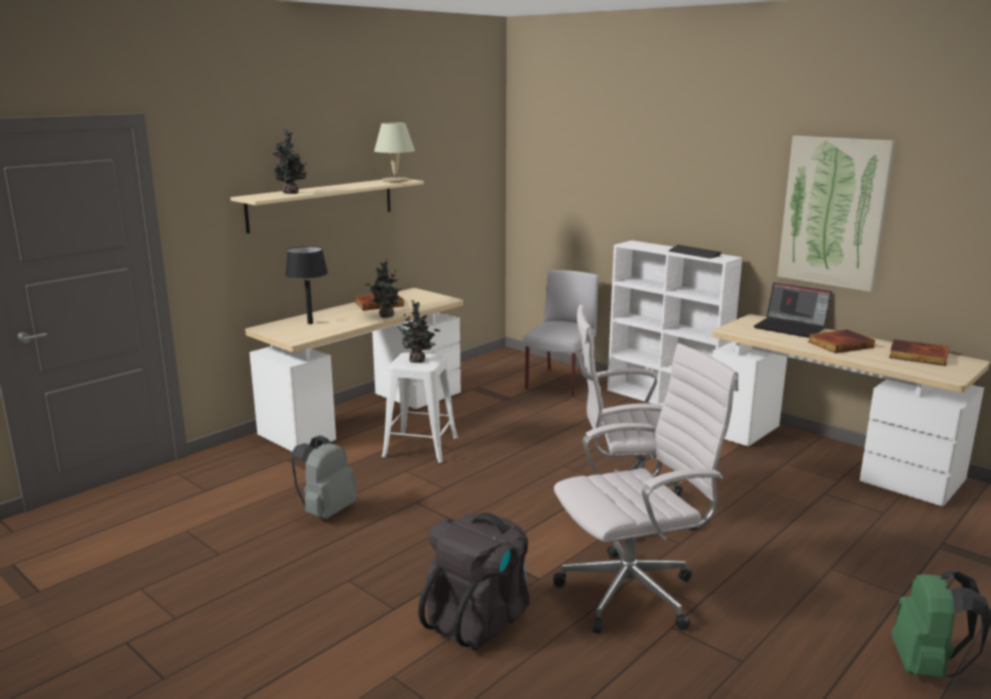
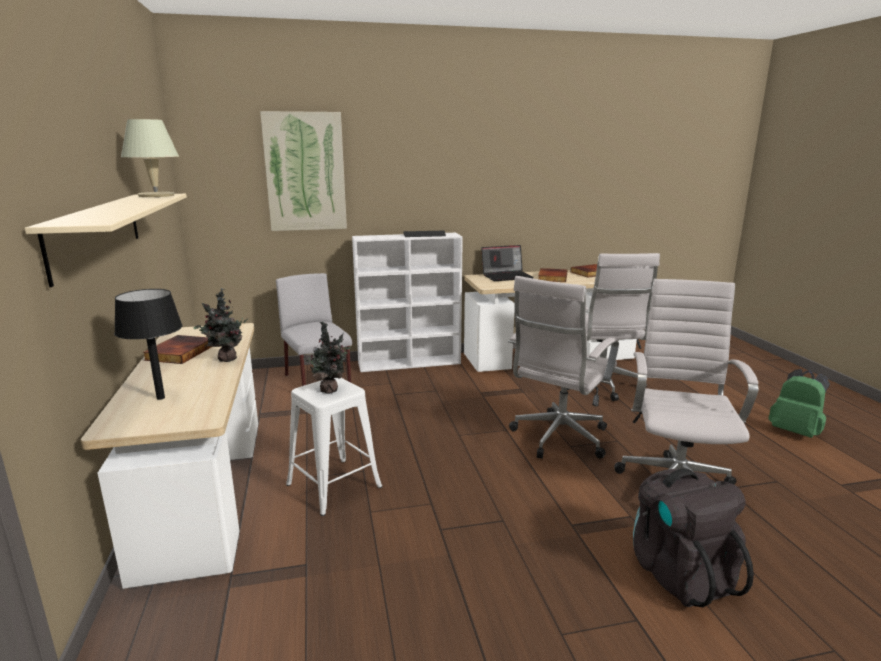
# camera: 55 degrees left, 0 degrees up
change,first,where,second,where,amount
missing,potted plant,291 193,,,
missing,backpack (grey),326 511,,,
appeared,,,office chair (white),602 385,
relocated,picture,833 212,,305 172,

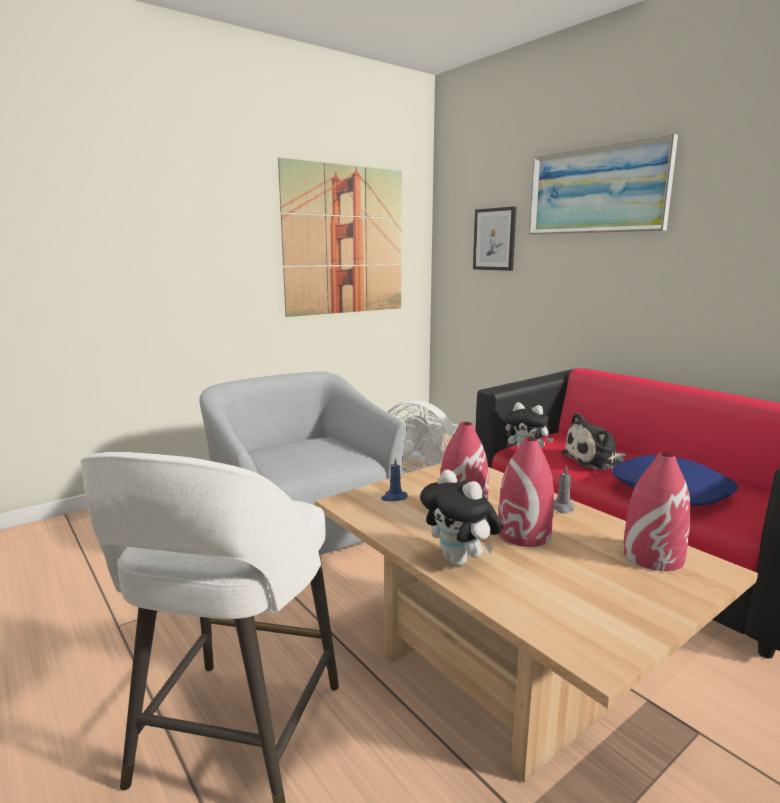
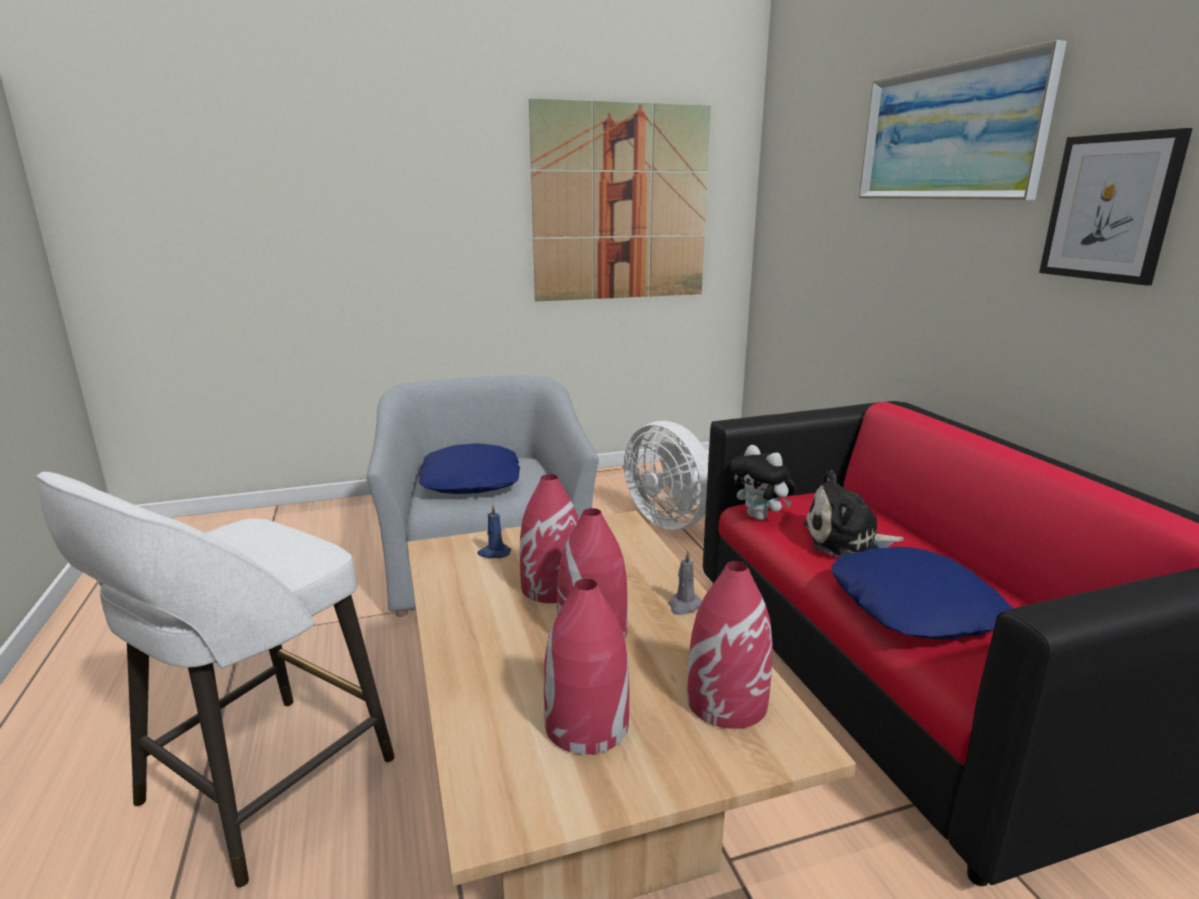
# camera: 20 degrees right, 5 degrees up
change,first,where,second,where,amount
missing,plush toy,460 561,,,
appeared,,,pillow (blue),472 480,
appeared,,,vase (red),586 725,
relocated,picture,494 239,,1110 208,

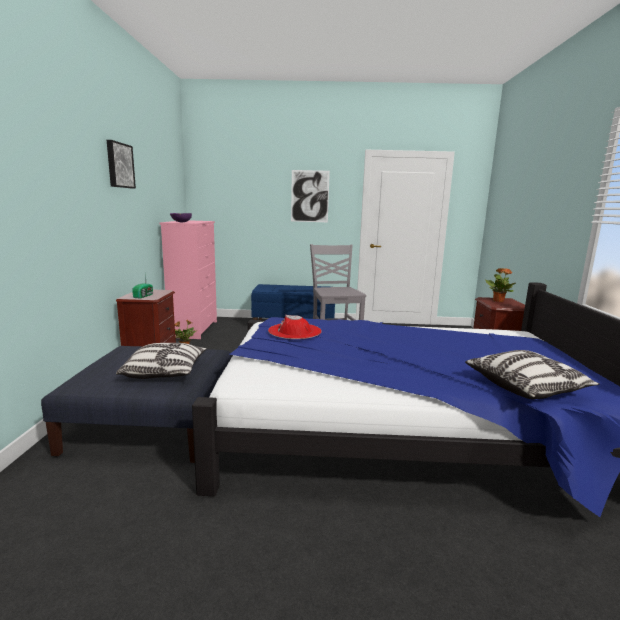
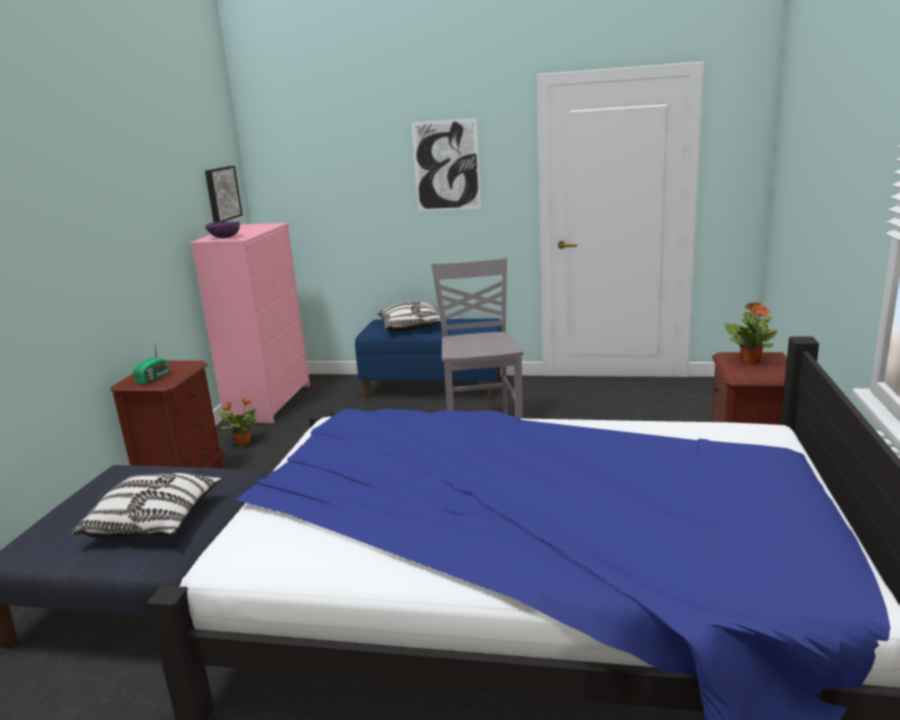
# camera: 10 degrees right, 5 degrees up
change,first,where,second,where,amount
missing,hat (red),294 331,,,
relocated,picture,119 165,,221 194,
relocated,pillow,526 387,,411 327,

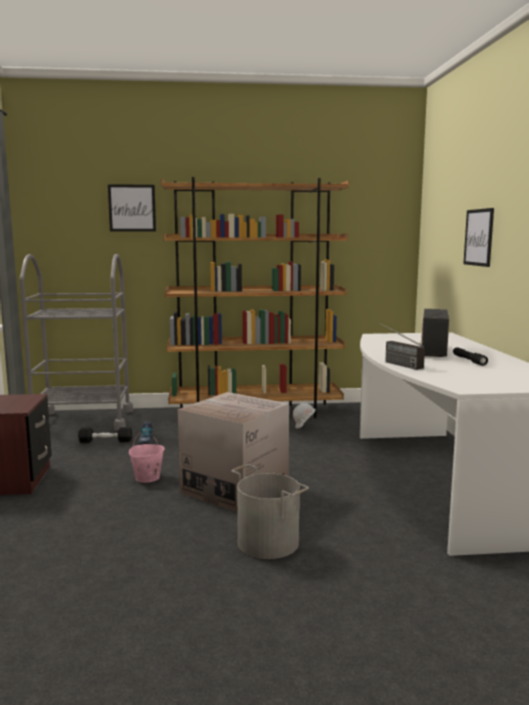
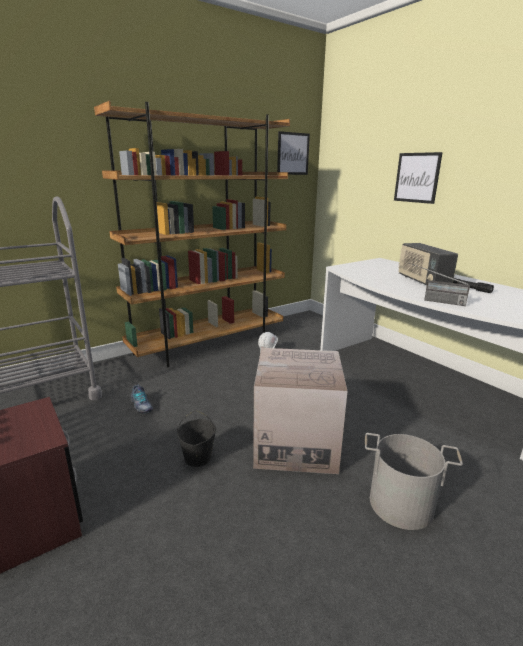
# camera: 30 degrees left, 10 degrees up
change,first,where,second,where,amount
missing,dumbbell (black),105 441,,,
relocated,picture,132 208,,293 153,
colour,bucket (pink),147 478,bucket (black),198 458,

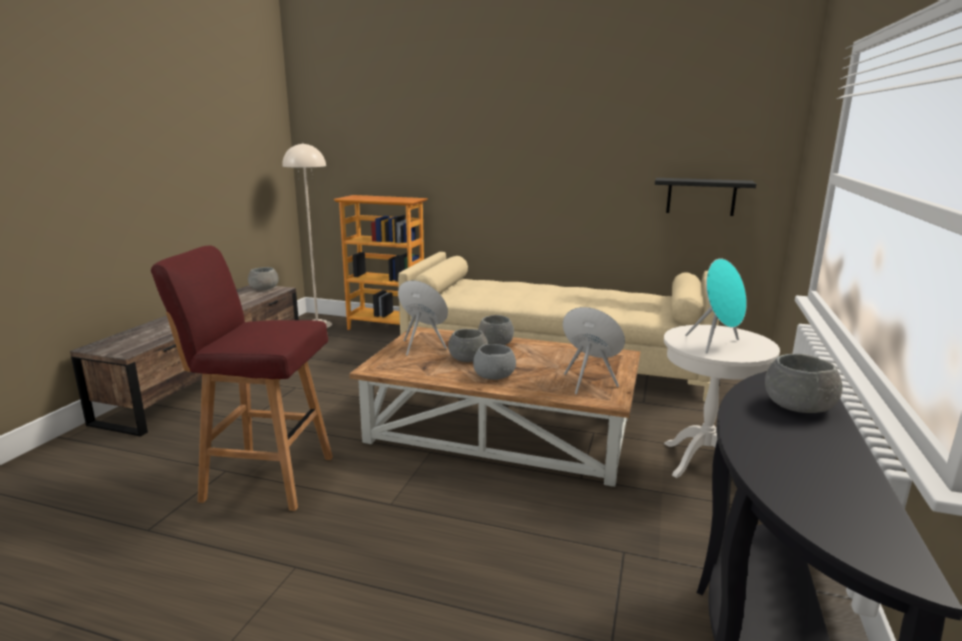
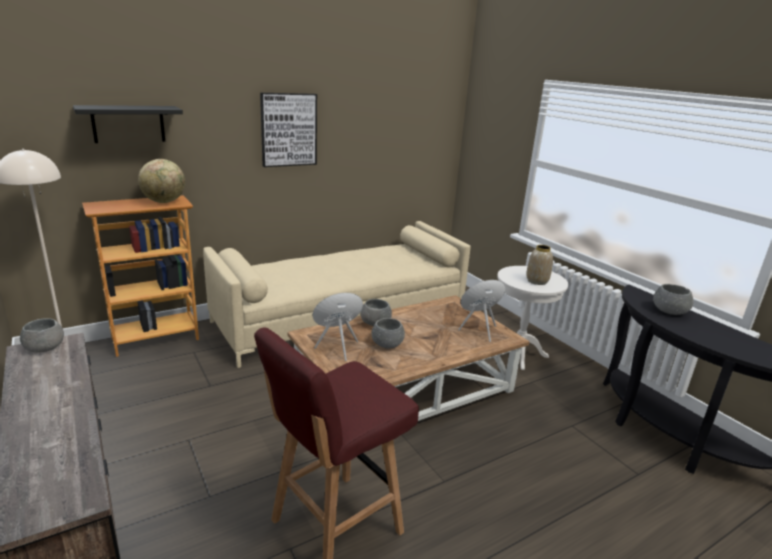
# camera: 50 degrees left, 5 degrees up
change,first,where,second,where,amount
missing,bowl (grey),494 376,,,
appeared,,,globe,164 202,
appeared,,,picture,288 130,
relocated,shelf (black),701 196,,128 124,
exchanged,speaker (turquoise),716 344,vase,536 281,

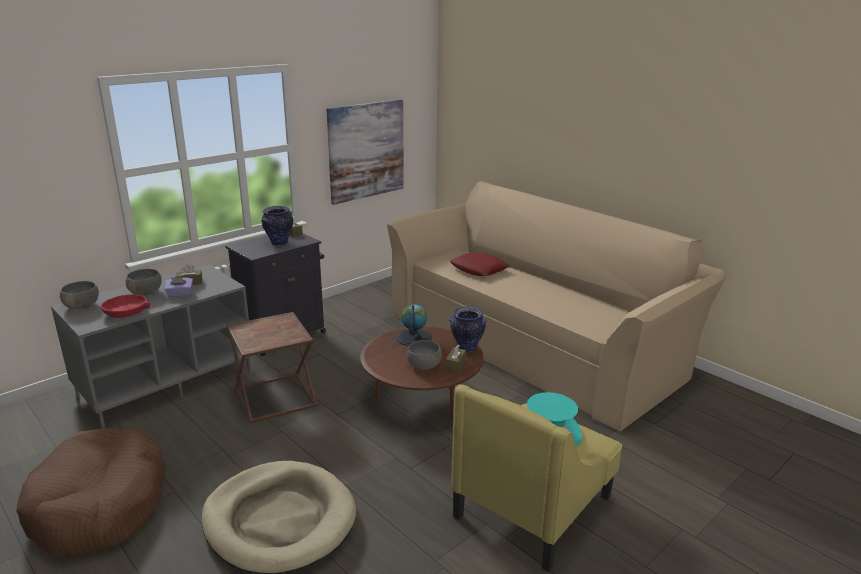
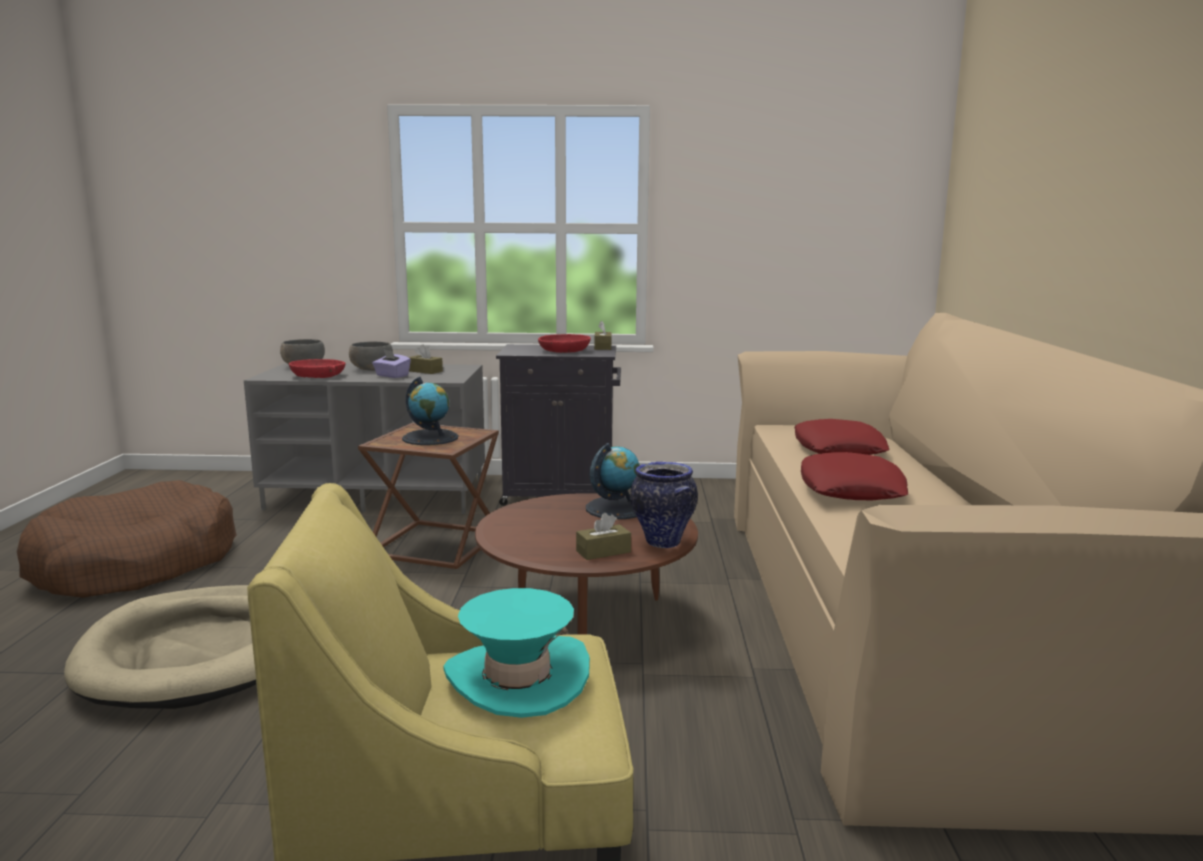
# camera: 45 degrees right, 10 degrees down
change,first,where,second,where,amount
missing,picture,366 150,,,
missing,bowl (grey),424 365,,,
appeared,,,globe,430 438,
appeared,,,pillow (red),851 489,
exchanged,vase,279 243,bowl (red),563 350,

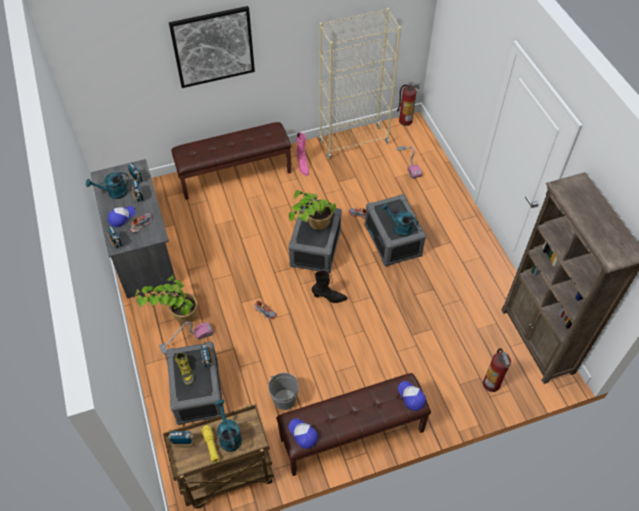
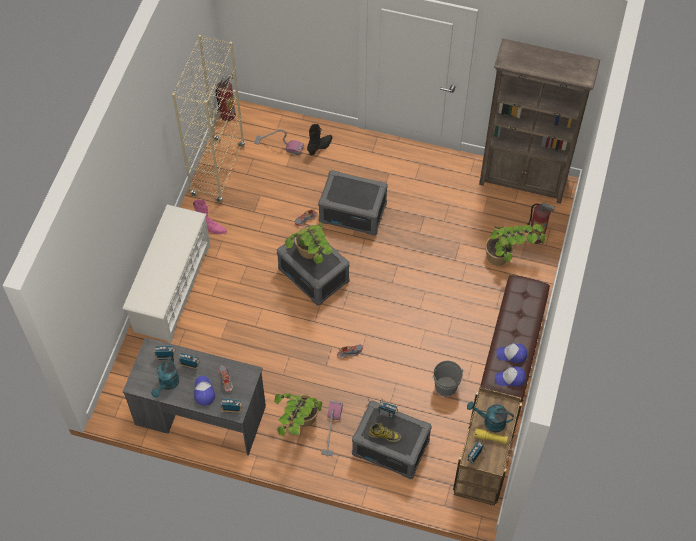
# camera: 55 degrees left, 5 degrees up
change,first,where,second,where,amount
missing,picture,213 47,,,
missing,watering can (turquoise),399 228,,,
appeared,,,potted plant,508 258,
relocated,boot (black),329 297,,320 147,
relocated,cap,411 396,,512 354,
exchanged,bench (brown),235 174,shoe rack (white),172 288,

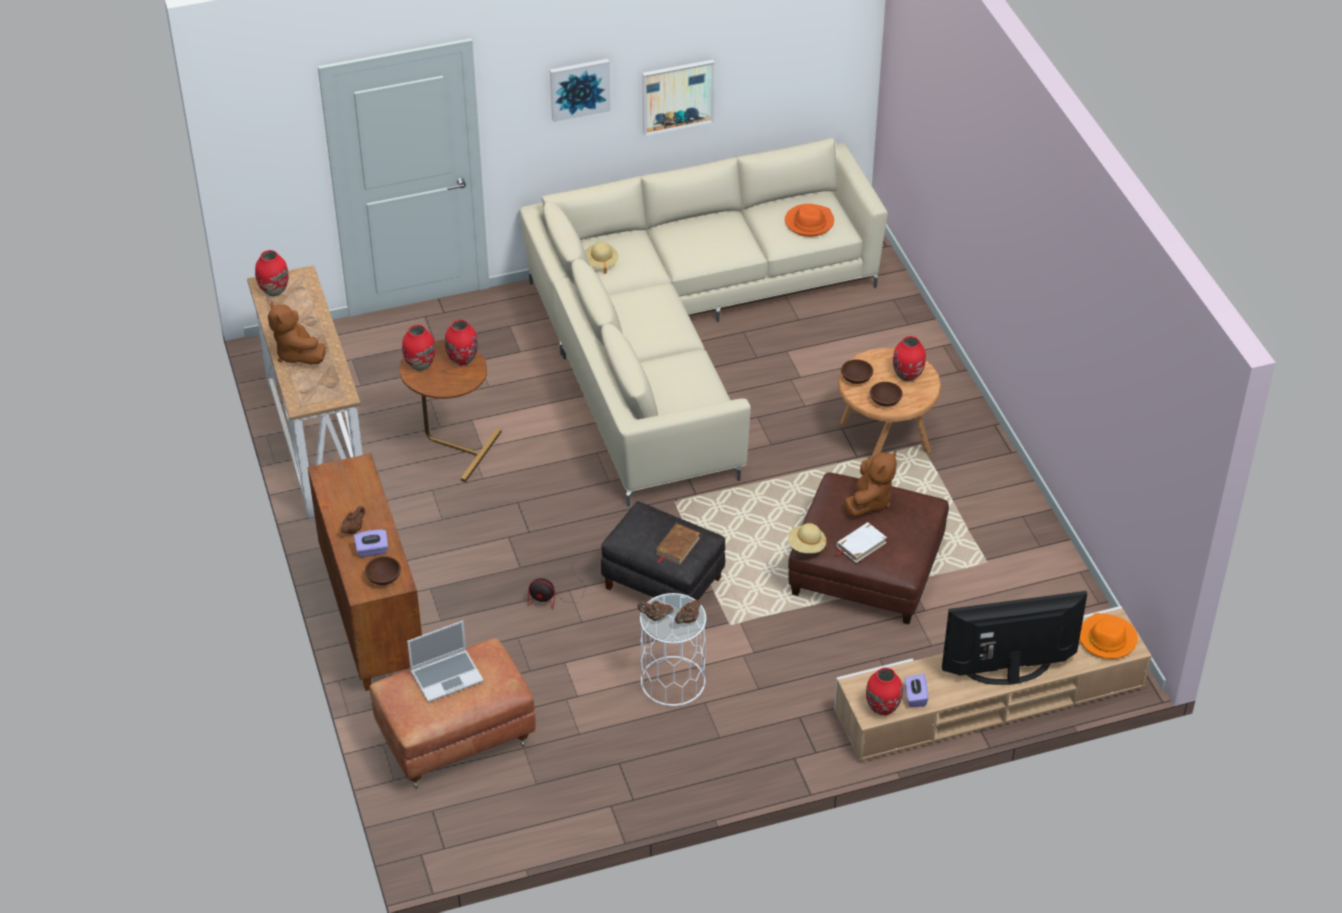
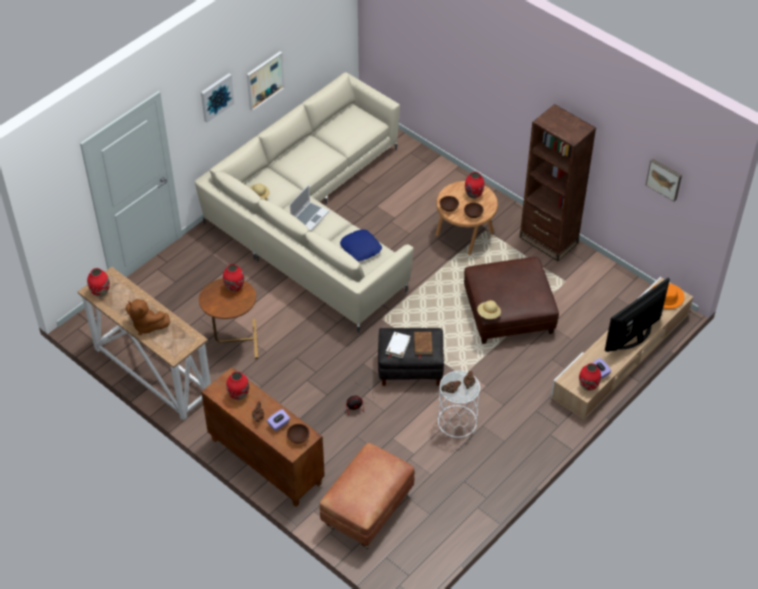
# camera: 30 degrees left, 5 degrees up
change,first,where,second,where,amount
missing,hat (orange),809 222,,,
missing,plush toy (brown),869 501,,,
appeared,,,pillow (blue),361 248,
appeared,,,bookcase (brown),548 240,
appeared,,,picture,664 179,
relocated,vase (red),420 365,,238 395,
relocated,laptop,447 676,,309 216,
relocated,book (white),861 544,,397 346,

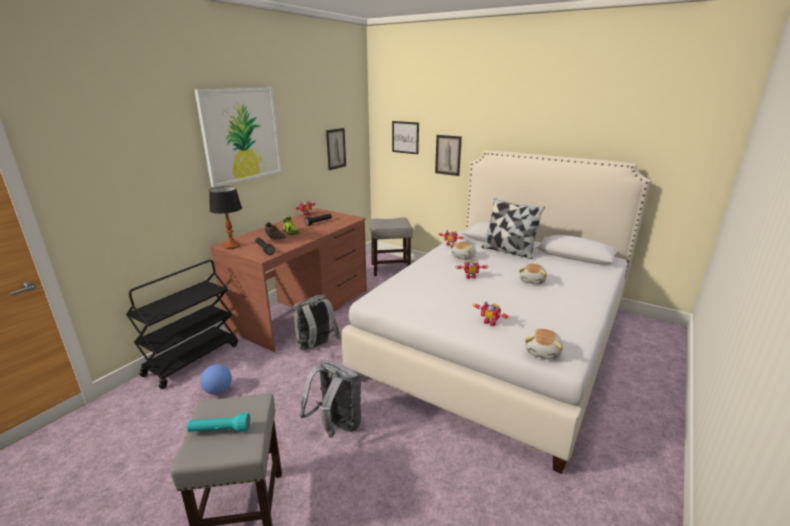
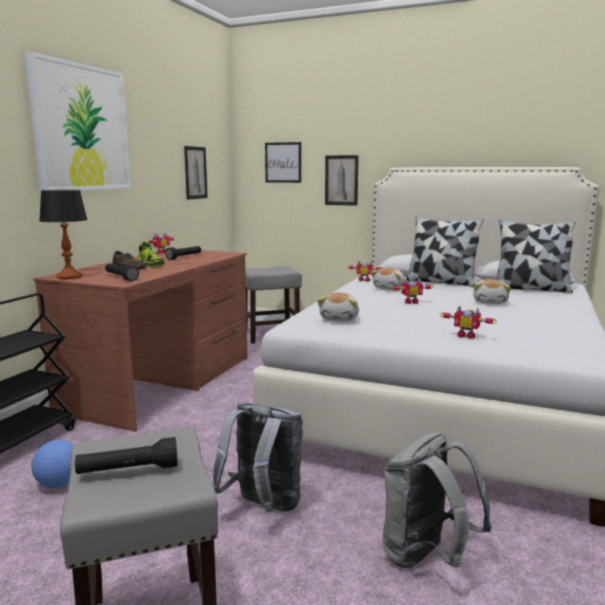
# camera: 10 degrees left, 10 degrees down
change,first,where,second,where,amount
appeared,,,pillow,531 289,
relocated,backpack (grey),316 347,,426 557,
relocated,plush toy,543 352,,340 319,
colour,flashlight (turquoise),220 430,flashlight (black),128 471,

